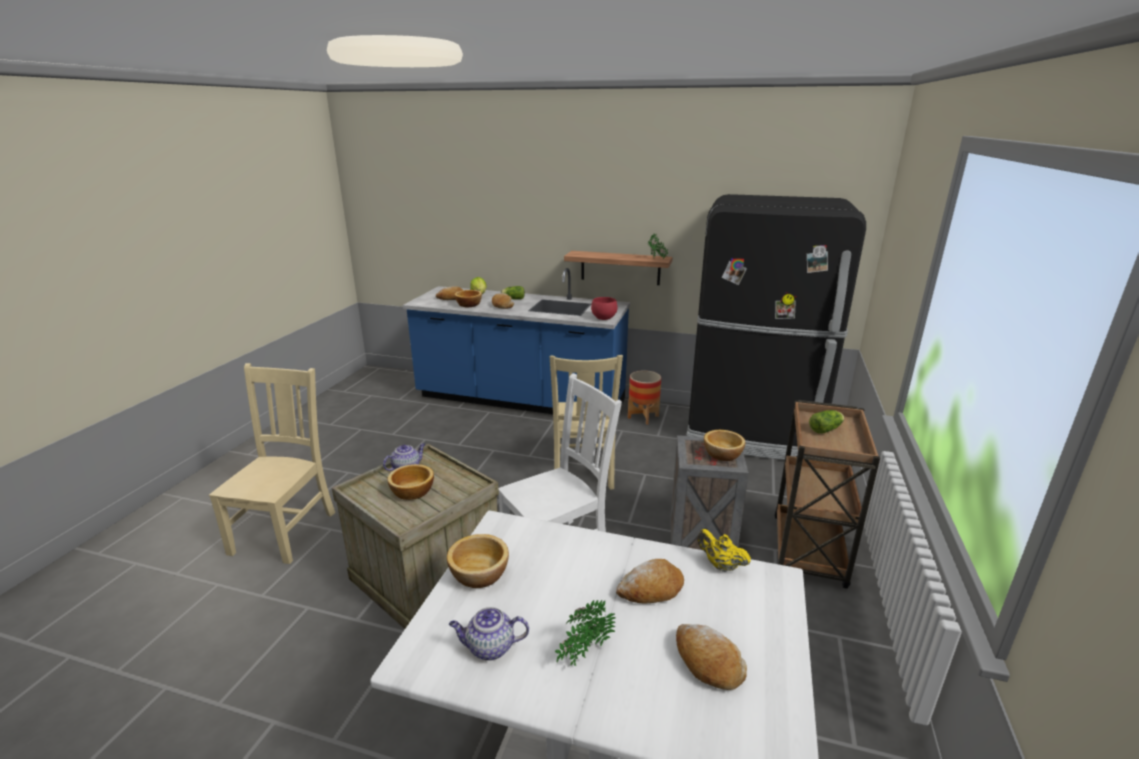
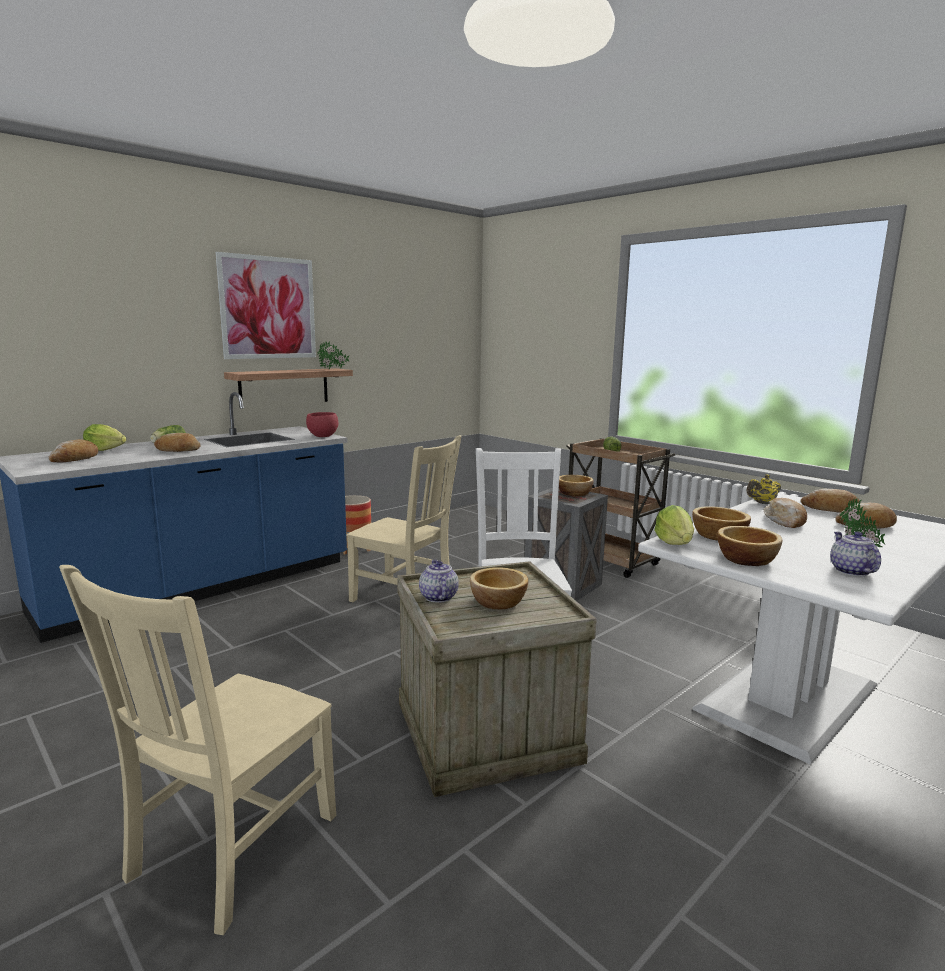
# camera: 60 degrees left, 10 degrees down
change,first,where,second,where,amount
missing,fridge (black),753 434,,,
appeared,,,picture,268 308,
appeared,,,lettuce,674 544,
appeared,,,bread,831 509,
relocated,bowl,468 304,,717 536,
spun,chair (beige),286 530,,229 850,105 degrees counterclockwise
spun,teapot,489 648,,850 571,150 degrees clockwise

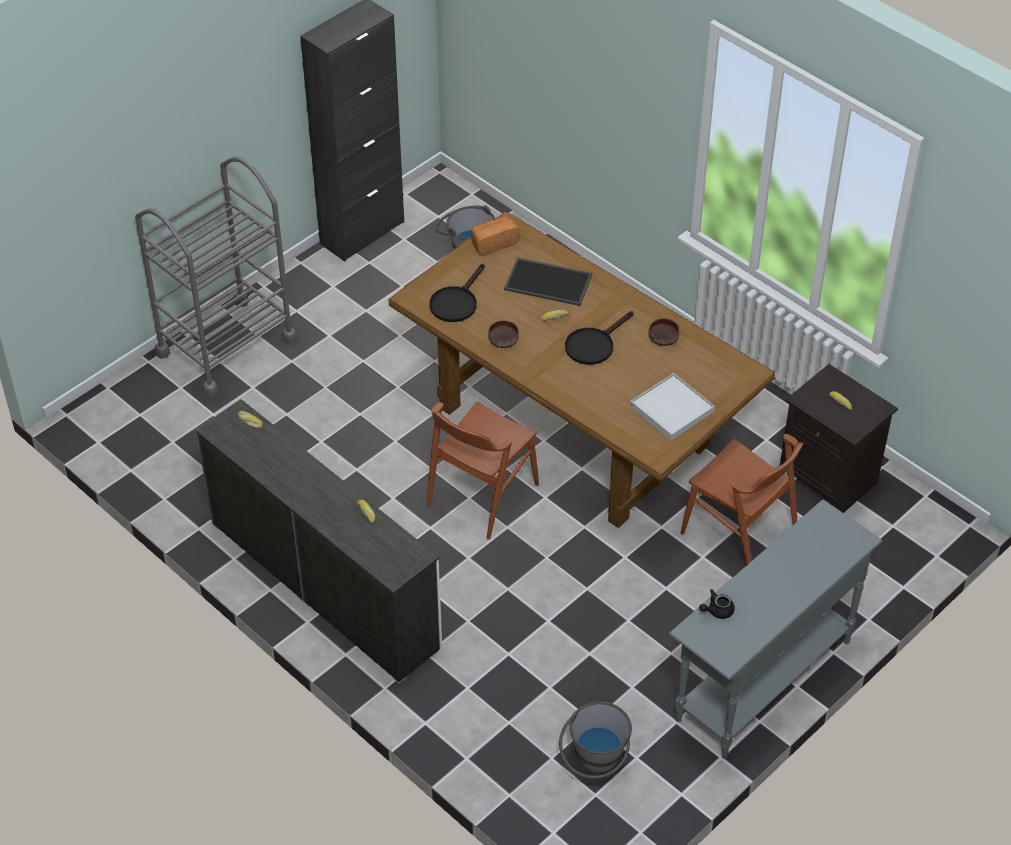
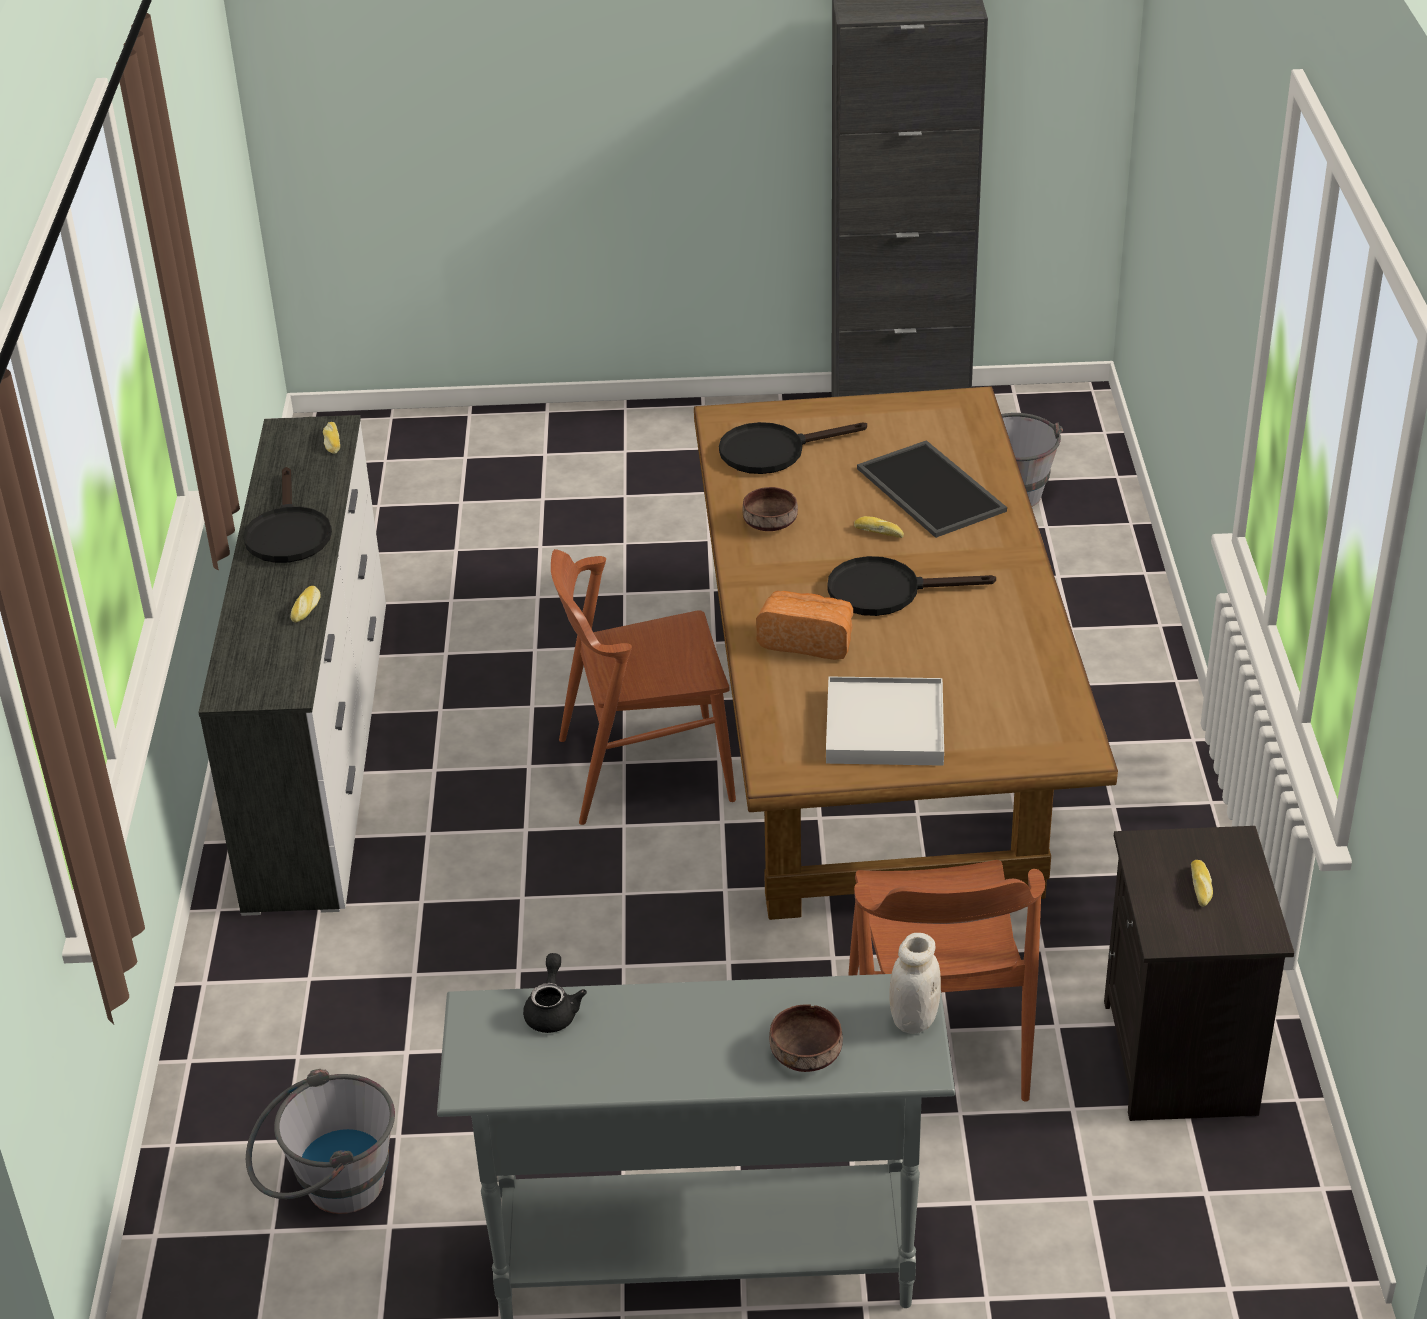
# camera: 45 degrees right, 10 degrees down
change,first,where,second,where,amount
missing,cart (grey),226 346,,,
appeared,,,frying pan (black),287 533,
appeared,,,jar (white),913 1020,
relocated,bread,493 243,,807 640,
relocated,bowl (brown),663 339,,804 1054,
spun,teapot (black),717 611,,553 1010,75 degrees clockwise

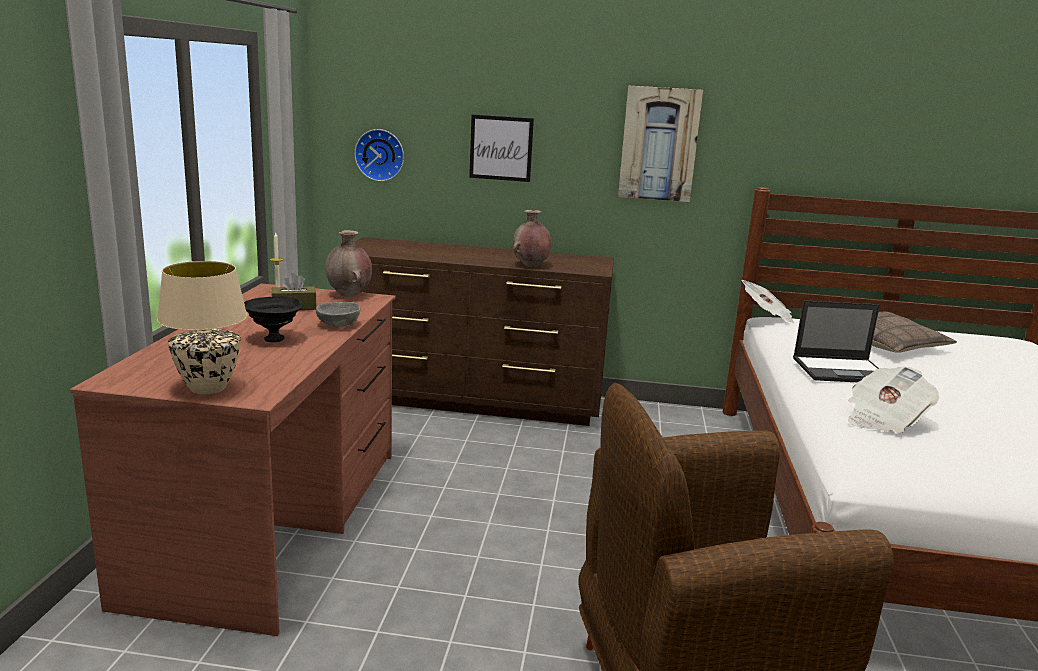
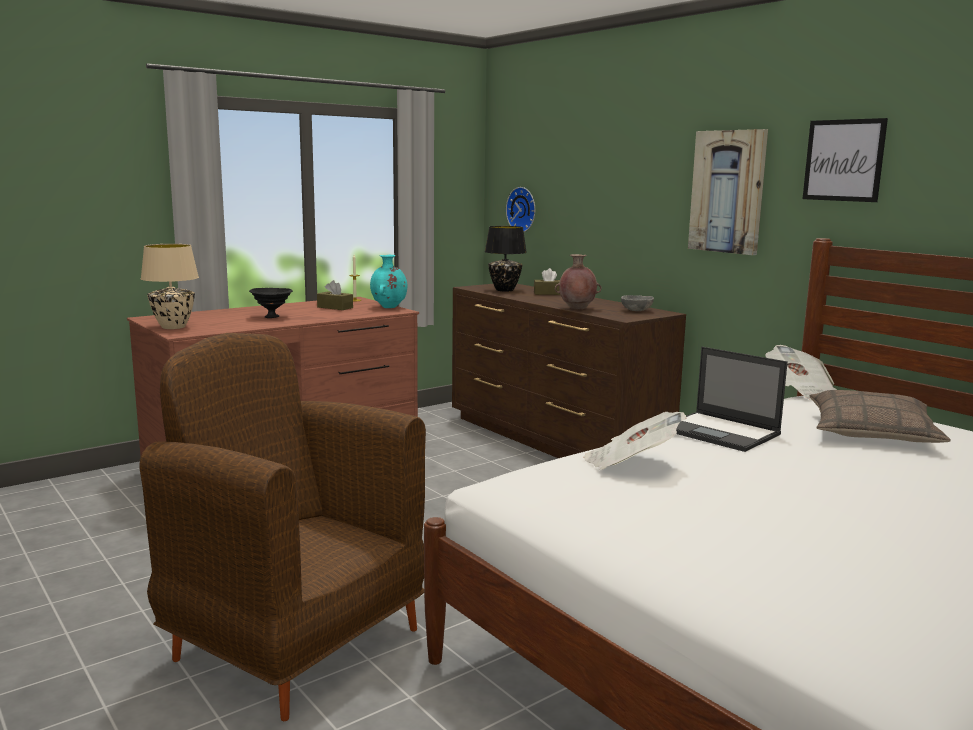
# camera: 45 degrees right, 5 degrees down
change,first,where,second,where,amount
appeared,,,table lamp (black),504 290,
appeared,,,tissue box (brown),548 293,
relocated,bowl (grey),338 324,,636 310,
relocated,picture,501 148,,843 160,
colour,vase (brown),349 295,vase (turquoise),389 307,

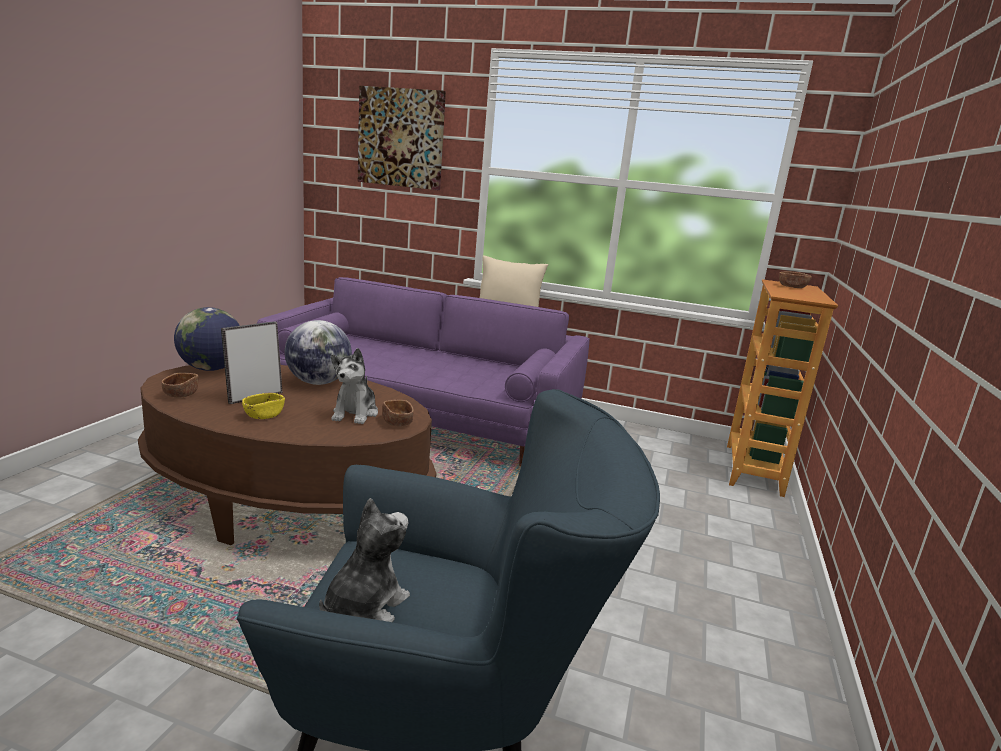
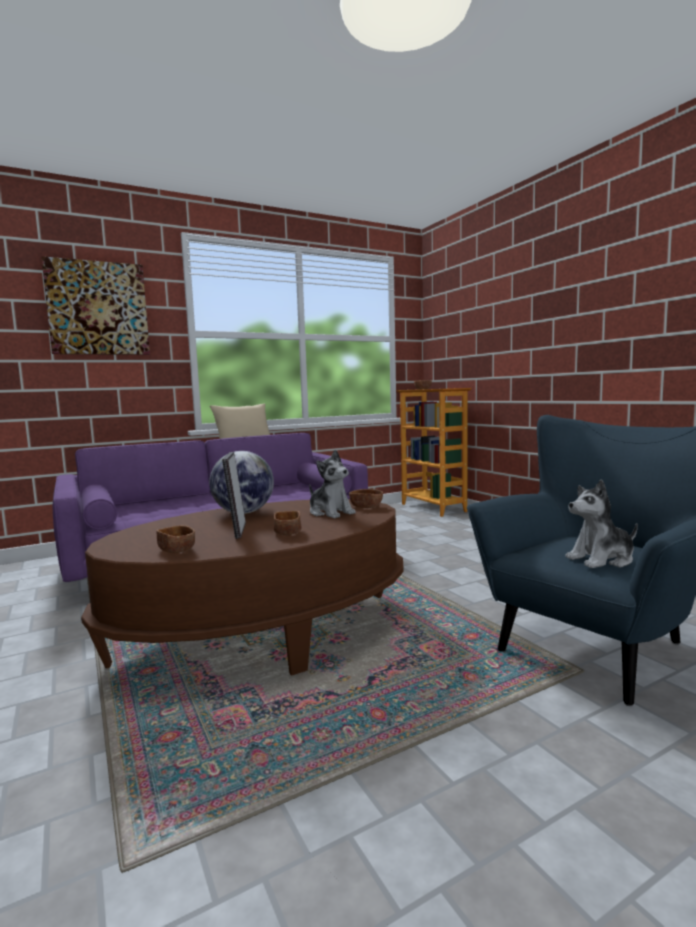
# camera: 45 degrees left, 10 degrees down
change,first,where,second,where,amount
missing,globe,211 369,,,
colour,bowl (yellow),264 415,bowl (brown),287 532,
spun,plush toy,364 607,,602 559,90 degrees counterclockwise

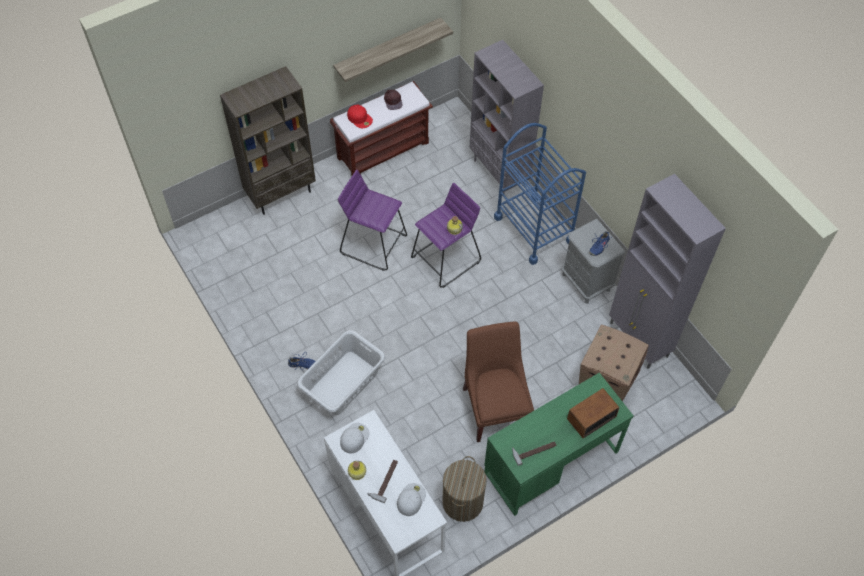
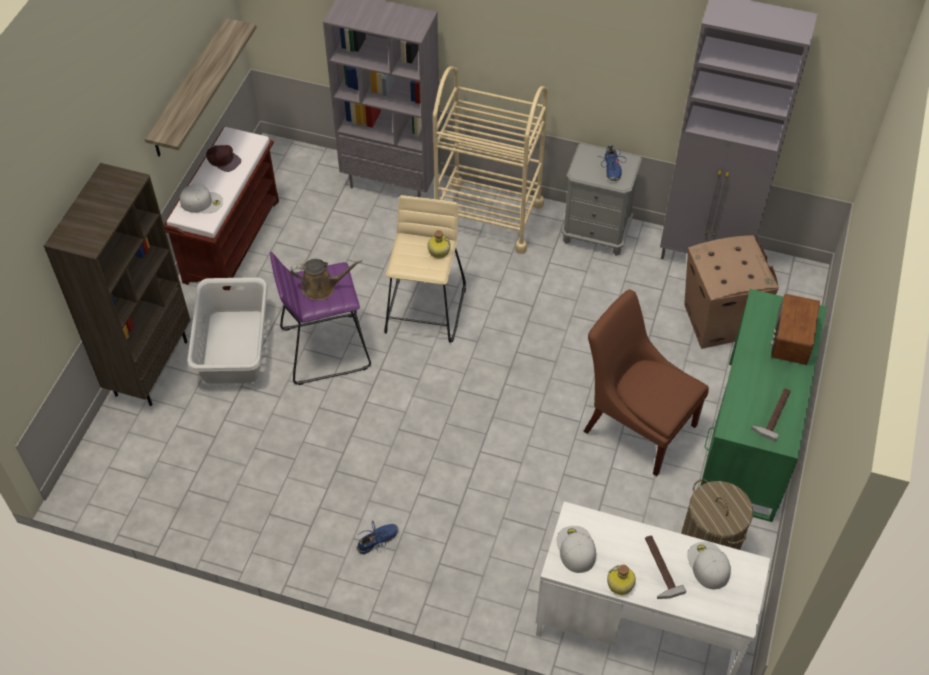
# camera: 40 degrees left, 5 degrees down
change,first,where,second,where,amount
appeared,,,watering can (brown),322 287,
relocated,laundry basket (grey),342 383,,233 347,
colour,cap (red),360 118,cap (white),202 202,
colour,stool (purple),446 259,stool (beige),425 310,
colour,cart (blue),534 229,cart (beige),488 217,

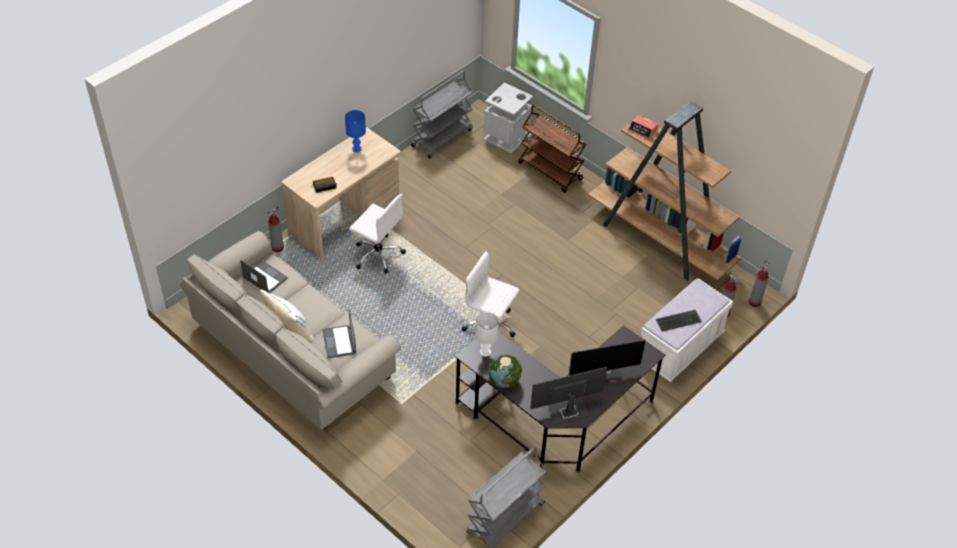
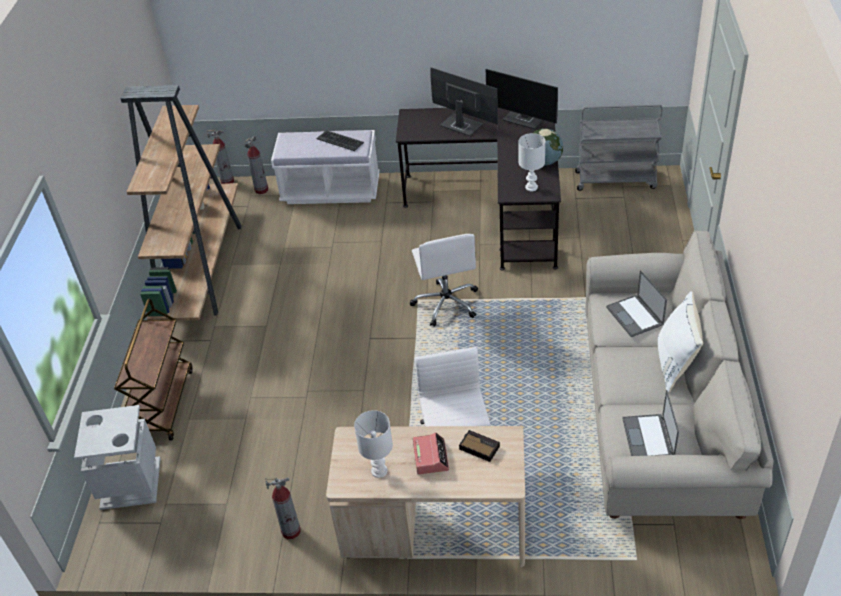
# camera: 125 degrees left, 5 degrees down
change,first,where,second,where,amount
missing,cart (grey),442 137,,,
relocated,fire extinguisher,277 248,,291 531,
relocated,alarm clock,643 130,,430 457,
colour,table lamp (blue),357 149,table lamp (white),378 470,
spun,laptop,339 342,,635 316,120 degrees clockwise

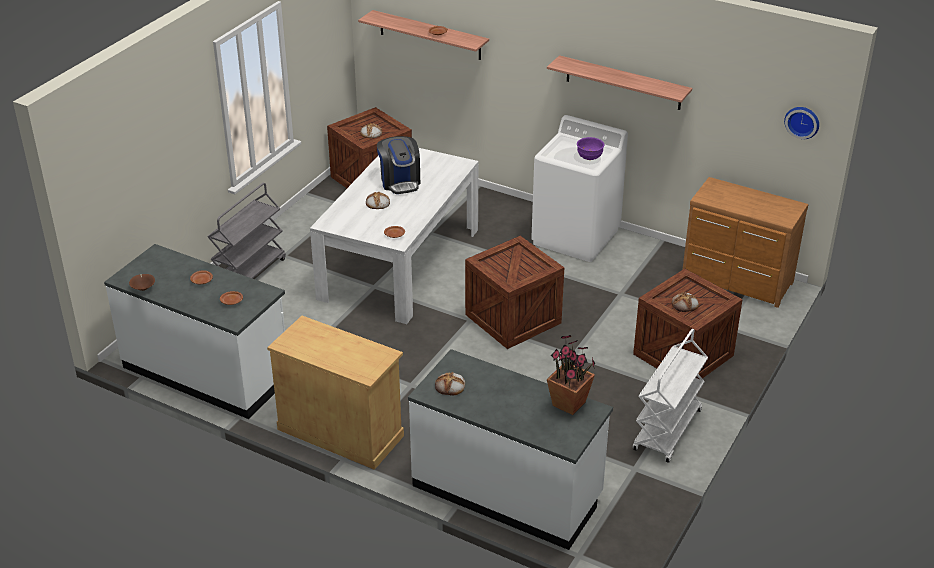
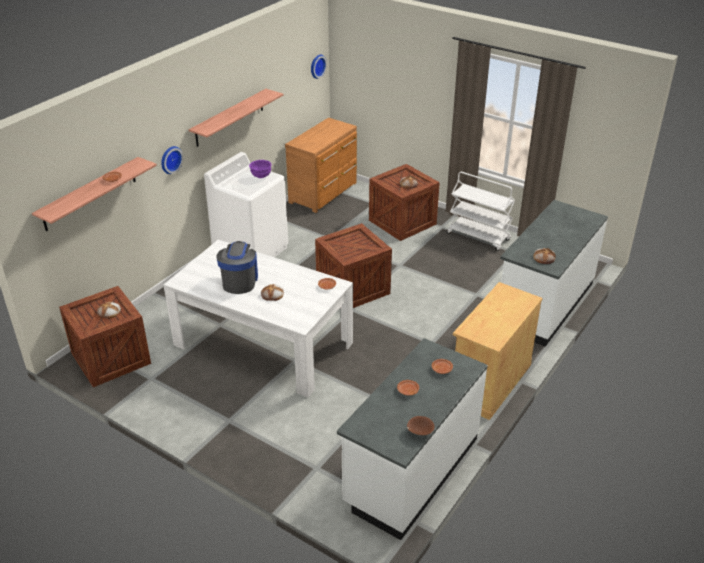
# camera: 85 degrees left, 0 degrees up
change,first,where,second,where,amount
missing,cart (grey),250 273,,,
missing,potted plant,569 404,,,
appeared,,,wall clock,170 159,
spun,coffee machine,400 181,,239 281,75 degrees counterclockwise

